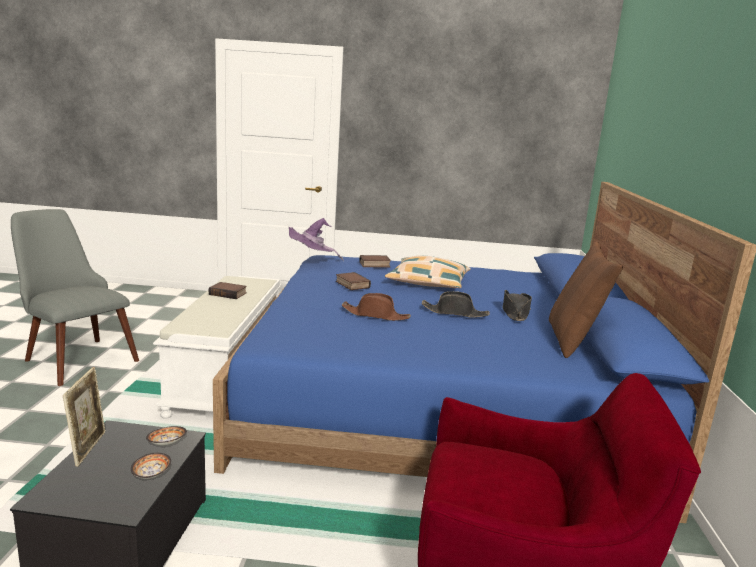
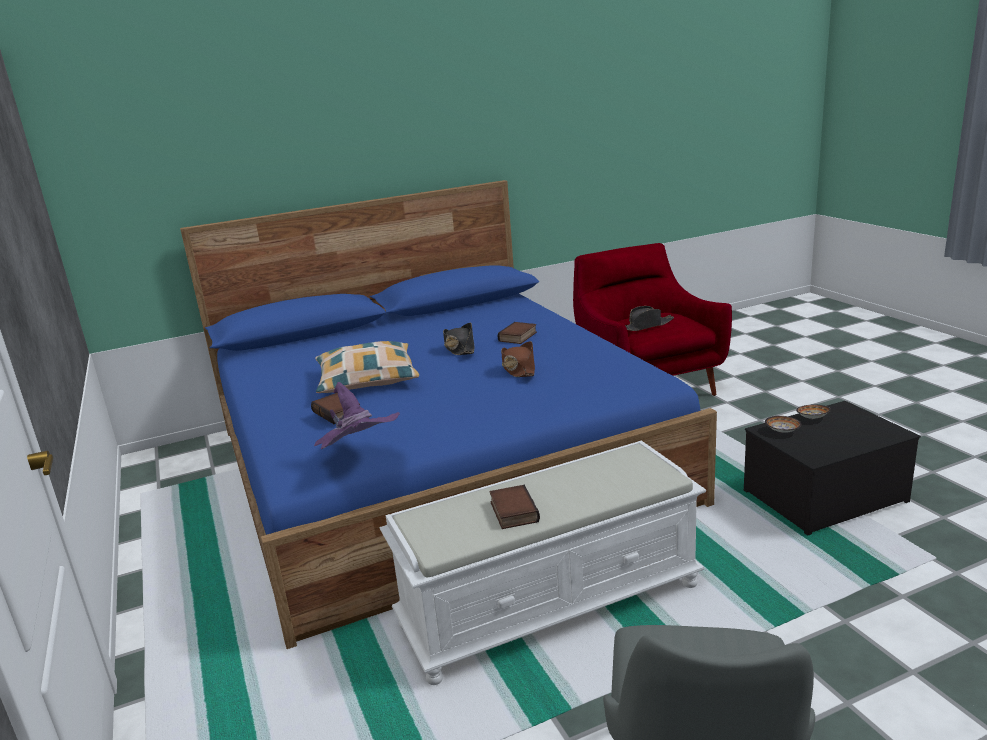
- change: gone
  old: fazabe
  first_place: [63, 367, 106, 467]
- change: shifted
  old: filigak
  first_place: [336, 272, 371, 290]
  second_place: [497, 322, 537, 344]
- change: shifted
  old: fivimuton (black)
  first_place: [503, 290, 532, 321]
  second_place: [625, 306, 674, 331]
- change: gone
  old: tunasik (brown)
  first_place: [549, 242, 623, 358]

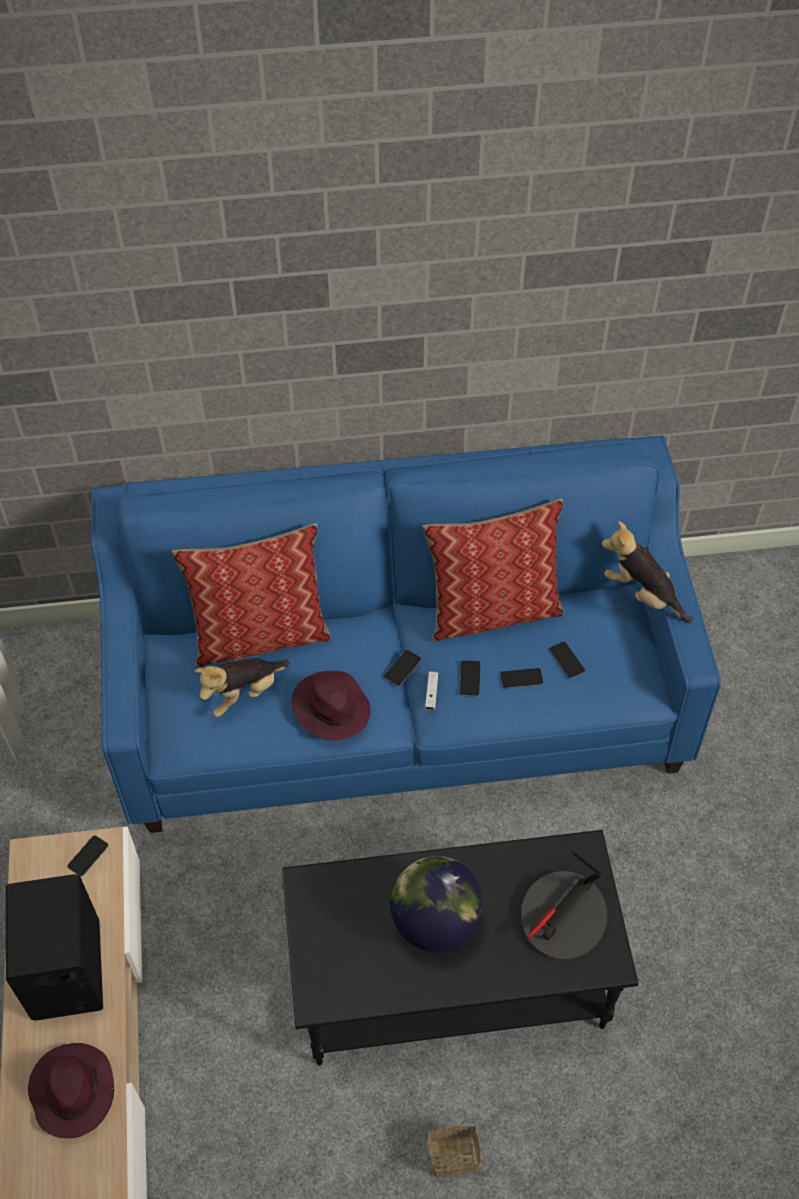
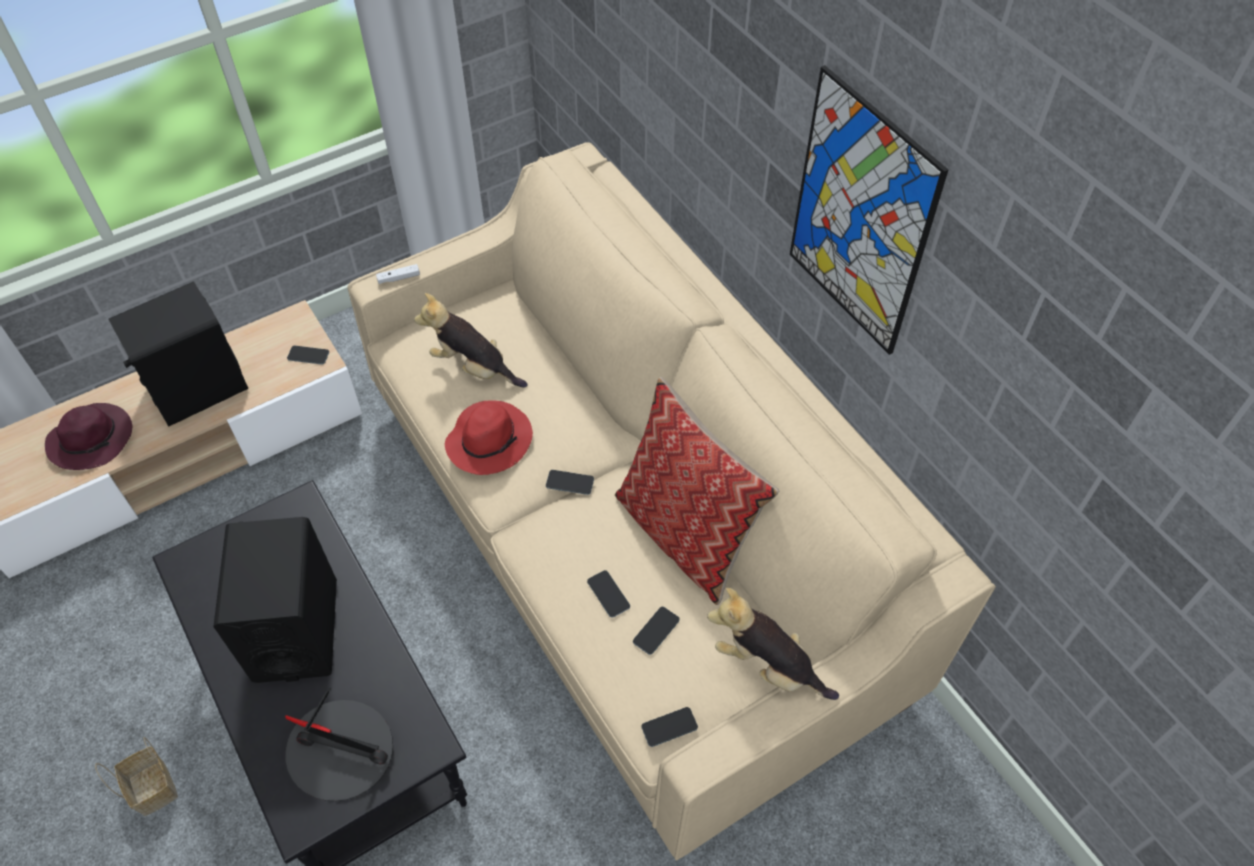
- change: repainted
  old: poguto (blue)
  new: poguto (beige)
  first_place: [91, 436, 721, 833]
  second_place: [347, 142, 996, 861]
- change: gone
  old: tunasik
  first_place: [172, 523, 331, 667]
- change: repainted
  old: fivimuton (purple)
  new: fivimuton (red)
  first_place: [291, 671, 370, 741]
  second_place: [445, 400, 533, 475]
- change: swapped
  old: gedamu
  new: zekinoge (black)
  first_place: [390, 856, 484, 952]
  second_place: [213, 517, 337, 683]
- change: shifted
  old: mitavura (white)
  first_place: [425, 672, 438, 710]
  second_place: [376, 264, 420, 284]
- change: shifted
  old: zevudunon
  first_place: [460, 660, 481, 697]
  second_place: [641, 707, 698, 747]
- change: rotated
  old: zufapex
  first_place: [602, 521, 693, 623]
  second_place: [707, 588, 839, 700]
  degrees: -75
- change: new
  new: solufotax
  second_place: [790, 65, 949, 355]

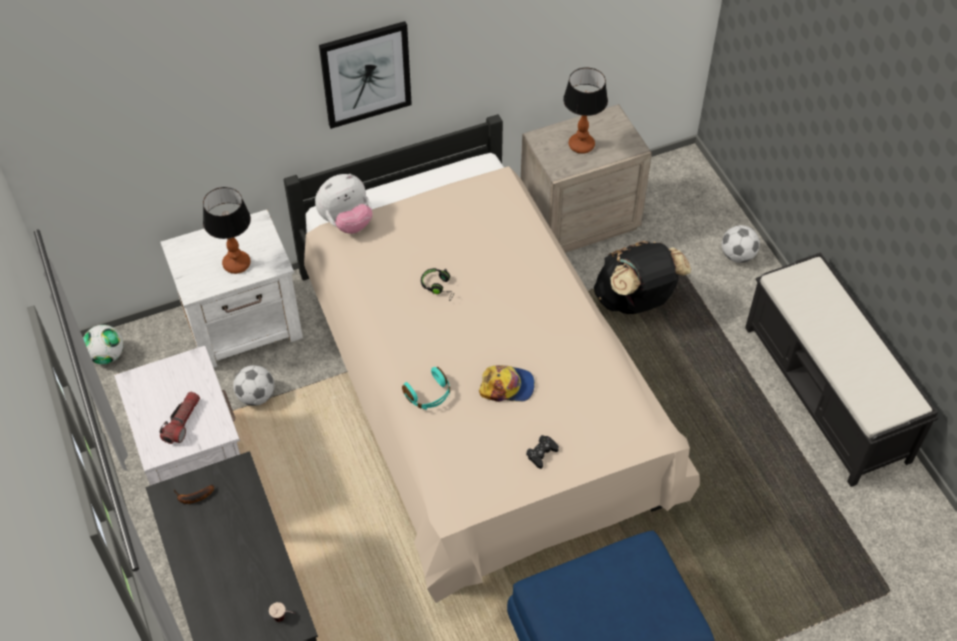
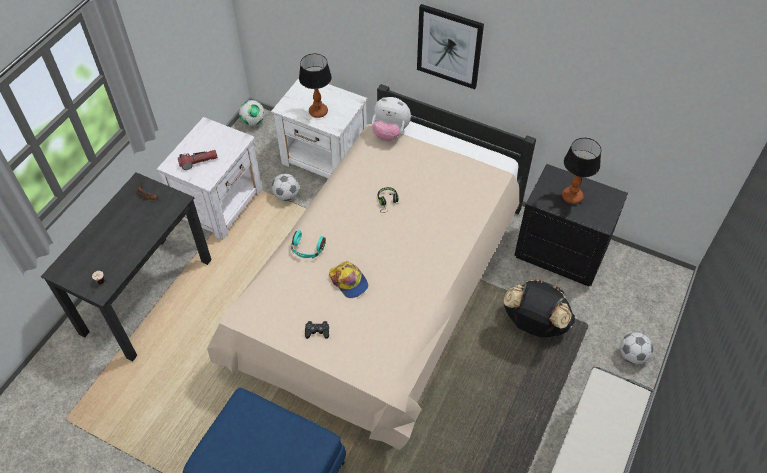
- change: repainted
  old: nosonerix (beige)
  new: nosonerix (black)
  first_place: [521, 104, 652, 253]
  second_place: [514, 164, 628, 286]

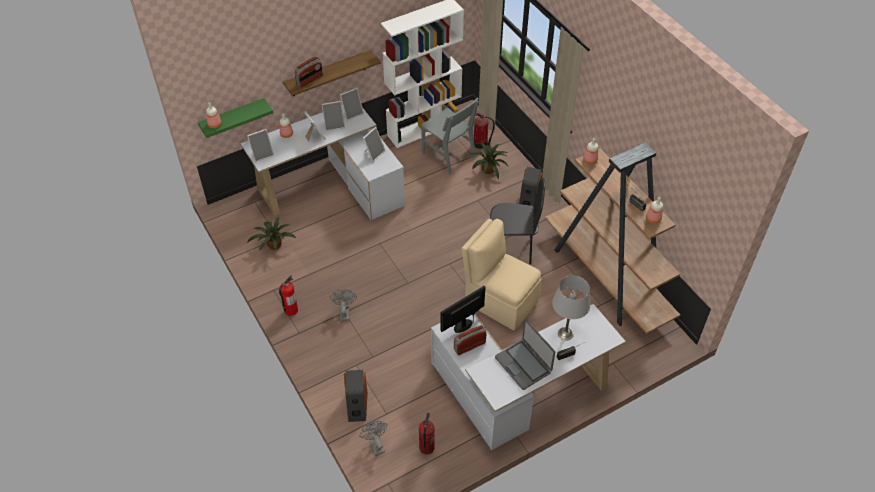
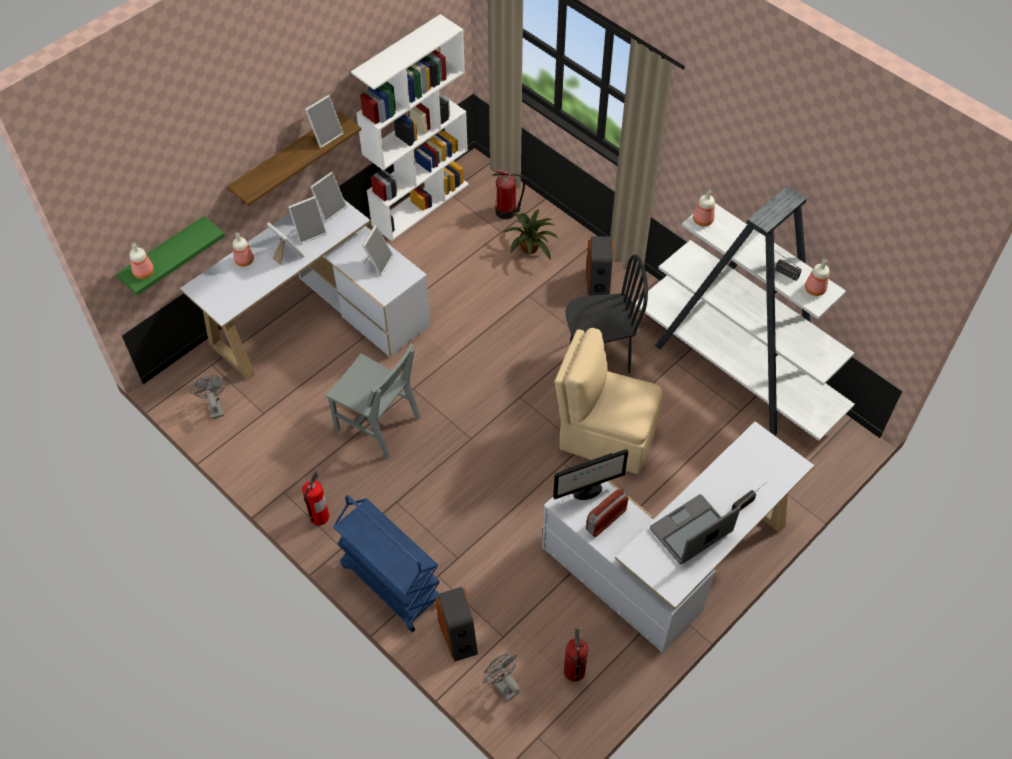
- change: shifted
  old: fazabe
  first_place: [247, 129, 274, 162]
  second_place: [305, 95, 344, 148]
- change: gone
  old: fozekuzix
  first_place: [247, 217, 296, 251]
- change: gone
  old: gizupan
  first_place: [295, 57, 323, 88]
- change: shifted
  old: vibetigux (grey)
  first_place: [330, 289, 357, 321]
  second_place: [190, 375, 227, 419]
- change: shifted
  old: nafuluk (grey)
  first_place: [420, 98, 479, 174]
  second_place: [325, 344, 421, 459]
- change: rotated
  old: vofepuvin
  first_place: [440, 286, 485, 333]
  second_place: [553, 449, 628, 500]
  degrees: -150
- change: rotated
  old: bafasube
  first_place: [495, 319, 555, 390]
  second_place: [650, 494, 741, 564]
  degrees: 105
- change: repainted
  old: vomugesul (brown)
  new: vomugesul (white)
  first_place: [545, 143, 680, 334]
  second_place: [635, 186, 855, 441]
- change: gone
  old: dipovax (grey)
  first_place: [552, 276, 590, 341]
- change: new
  new: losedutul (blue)
  second_place: [333, 495, 440, 632]

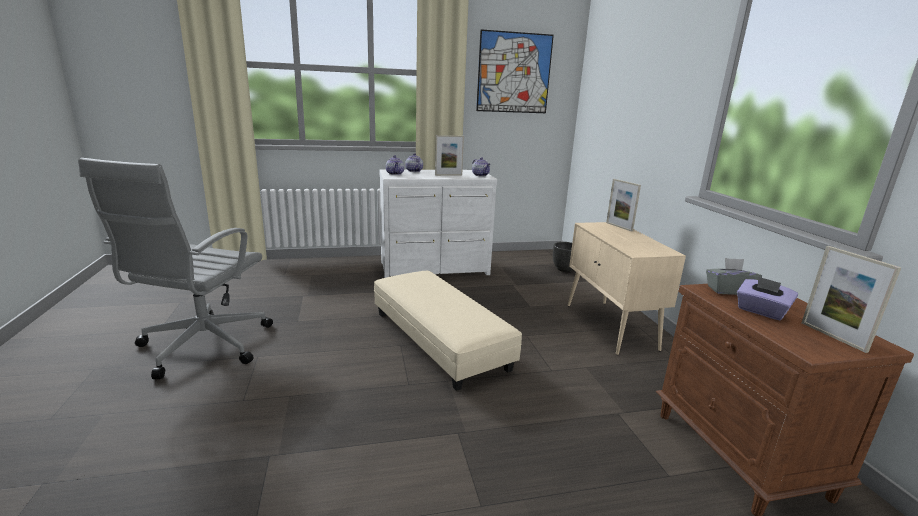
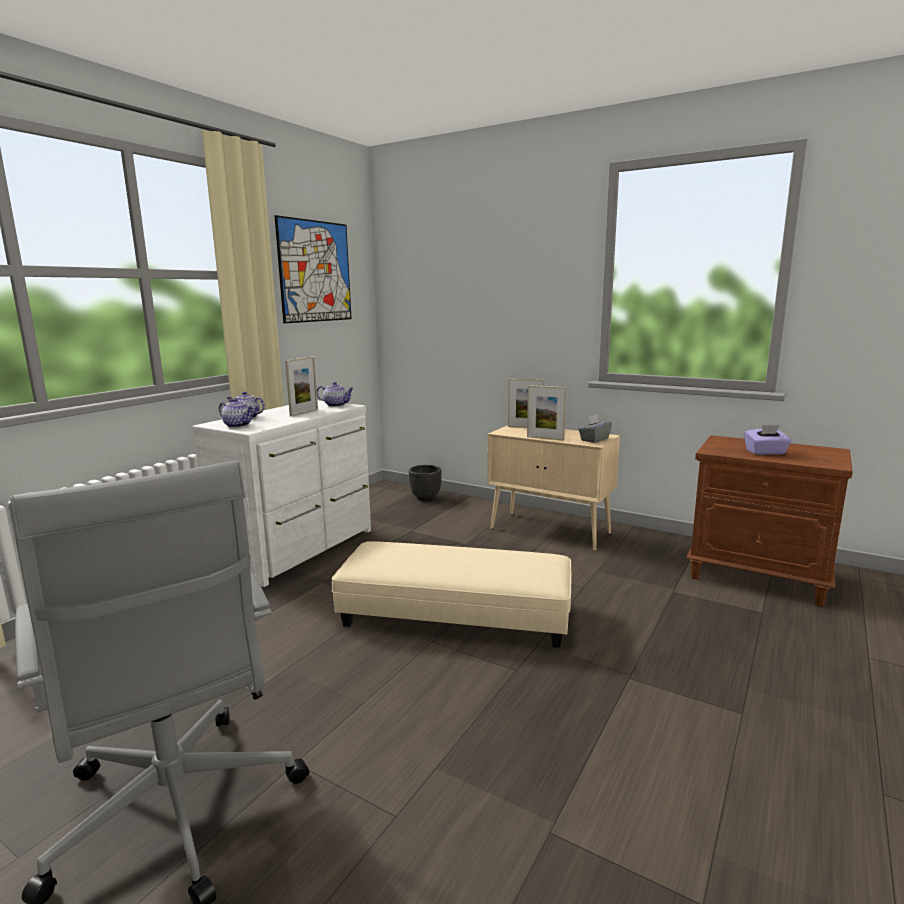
- change: shifted
  old: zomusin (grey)
  first_place: [706, 258, 762, 295]
  second_place: [578, 414, 612, 443]
- change: shifted
  old: fazabe
  first_place: [802, 246, 902, 353]
  second_place: [527, 385, 566, 440]

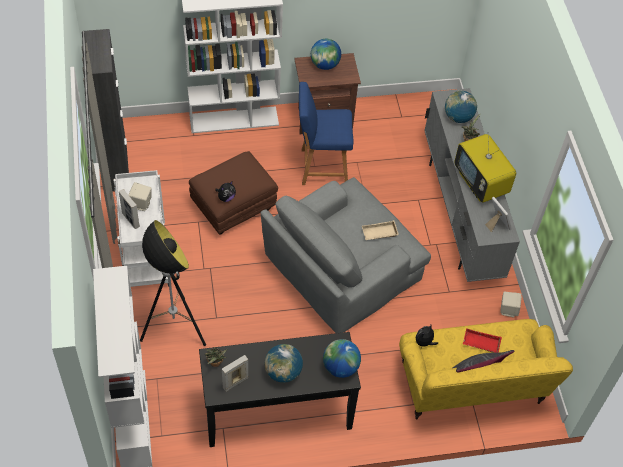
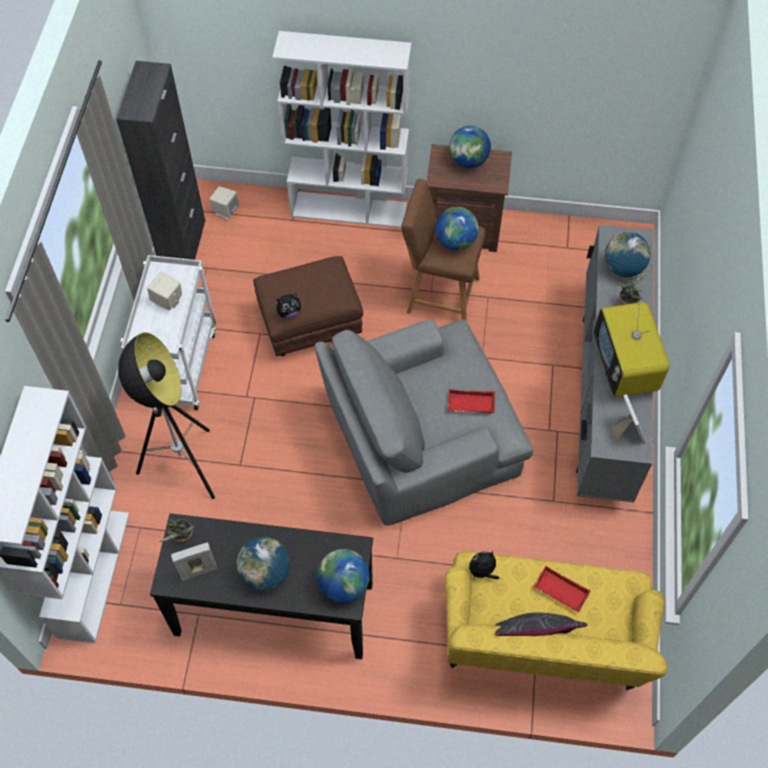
- change: gone
  old: fazabe
  first_place: [119, 189, 140, 229]
- change: repainted
  old: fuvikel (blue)
  new: fuvikel (brown)
  first_place: [299, 82, 354, 185]
  second_place: [401, 179, 485, 321]
- change: repainted
  old: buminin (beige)
  new: buminin (red)
  first_place: [362, 220, 399, 240]
  second_place: [448, 389, 495, 414]
- change: shifted
  old: zekinoge (beige)
  first_place: [500, 292, 522, 317]
  second_place: [209, 186, 240, 220]
- change: new
  new: gedamu
  second_place: [435, 207, 479, 251]

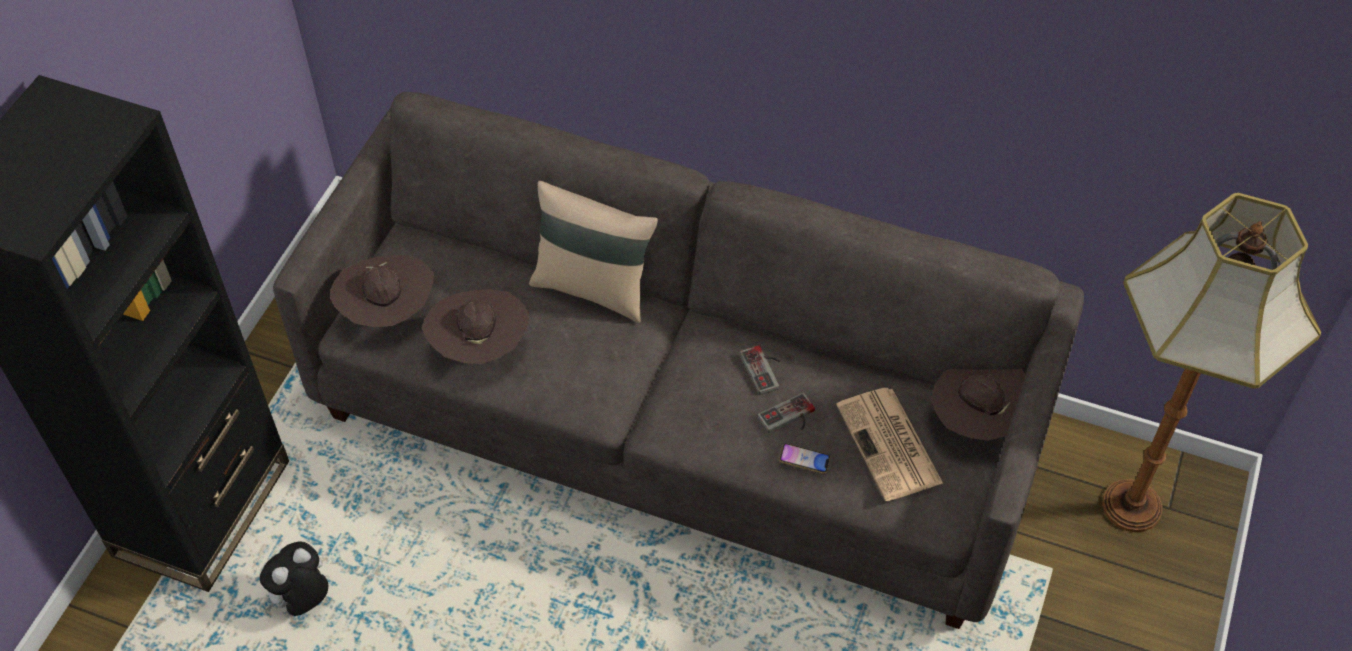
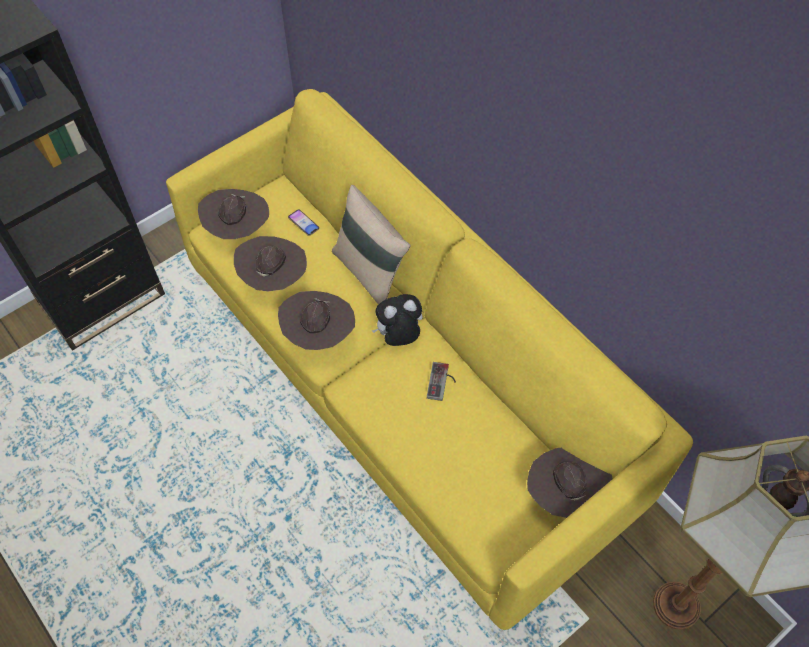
- change: shifted
  old: zufapex
  first_place: [260, 542, 328, 616]
  second_place: [372, 294, 423, 346]
- change: repainted
  old: poguto (grey)
  new: poguto (yellow)
  first_place: [273, 92, 1084, 629]
  second_place: [166, 89, 693, 630]
- change: gone
  old: mitavura
  first_place: [758, 393, 815, 433]
- change: shifted
  old: zevudunon
  first_place: [779, 443, 830, 474]
  second_place: [288, 209, 319, 236]
- change: gone
  old: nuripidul
  first_place: [836, 388, 943, 501]
- change: new
  new: fivimuton (brown)
  second_place: [278, 291, 355, 350]

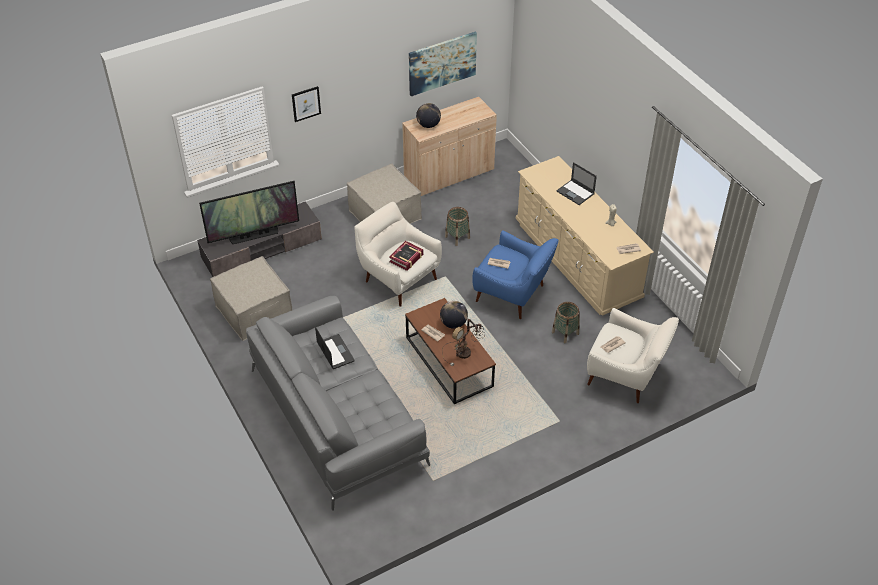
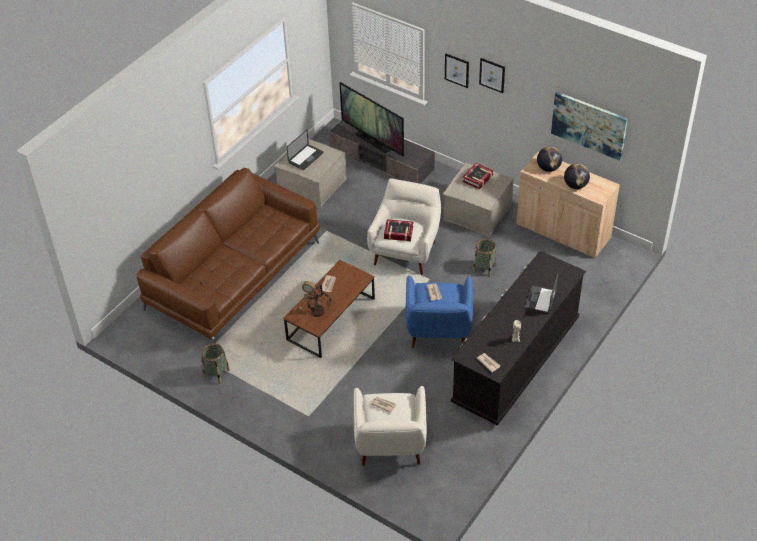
- change: repainted
  old: poguto (grey)
  new: poguto (brown)
  first_place: [246, 296, 430, 510]
  second_place: [137, 168, 320, 343]
- change: shifted
  old: bafasube
  first_place: [315, 326, 355, 369]
  second_place: [287, 130, 324, 170]
- change: shifted
  old: gedamu
  first_place: [440, 301, 468, 329]
  second_place: [564, 164, 590, 189]
- change: repainted
  old: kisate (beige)
  new: kisate (black)
  first_place: [516, 156, 654, 316]
  second_place: [451, 251, 586, 425]
- change: shifted
  old: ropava
  first_place: [552, 302, 580, 343]
  second_place: [201, 343, 230, 384]
- change: new
  new: filigak
  second_place: [462, 163, 493, 190]
- change: new
  new: solufotax
  second_place: [479, 58, 505, 93]

